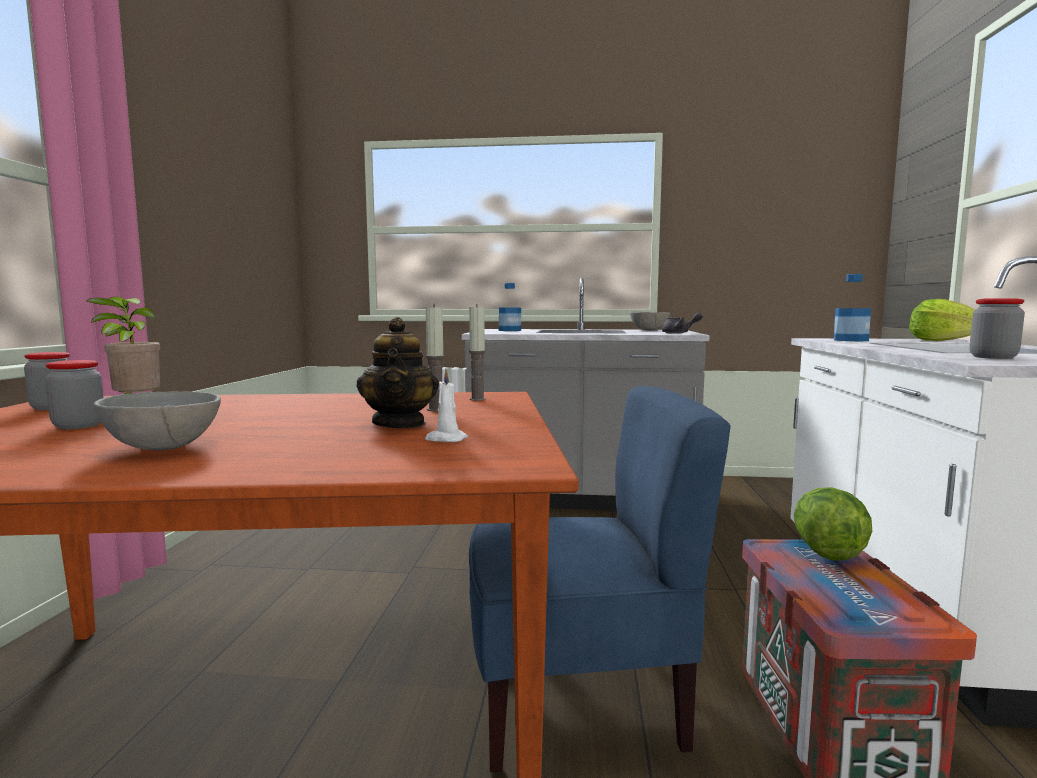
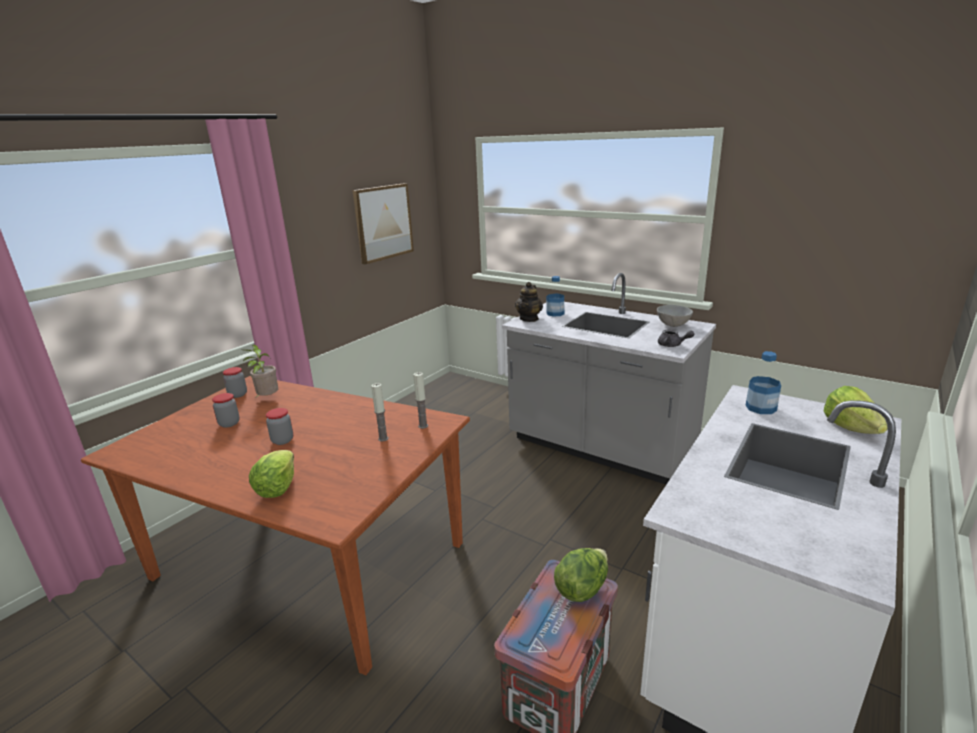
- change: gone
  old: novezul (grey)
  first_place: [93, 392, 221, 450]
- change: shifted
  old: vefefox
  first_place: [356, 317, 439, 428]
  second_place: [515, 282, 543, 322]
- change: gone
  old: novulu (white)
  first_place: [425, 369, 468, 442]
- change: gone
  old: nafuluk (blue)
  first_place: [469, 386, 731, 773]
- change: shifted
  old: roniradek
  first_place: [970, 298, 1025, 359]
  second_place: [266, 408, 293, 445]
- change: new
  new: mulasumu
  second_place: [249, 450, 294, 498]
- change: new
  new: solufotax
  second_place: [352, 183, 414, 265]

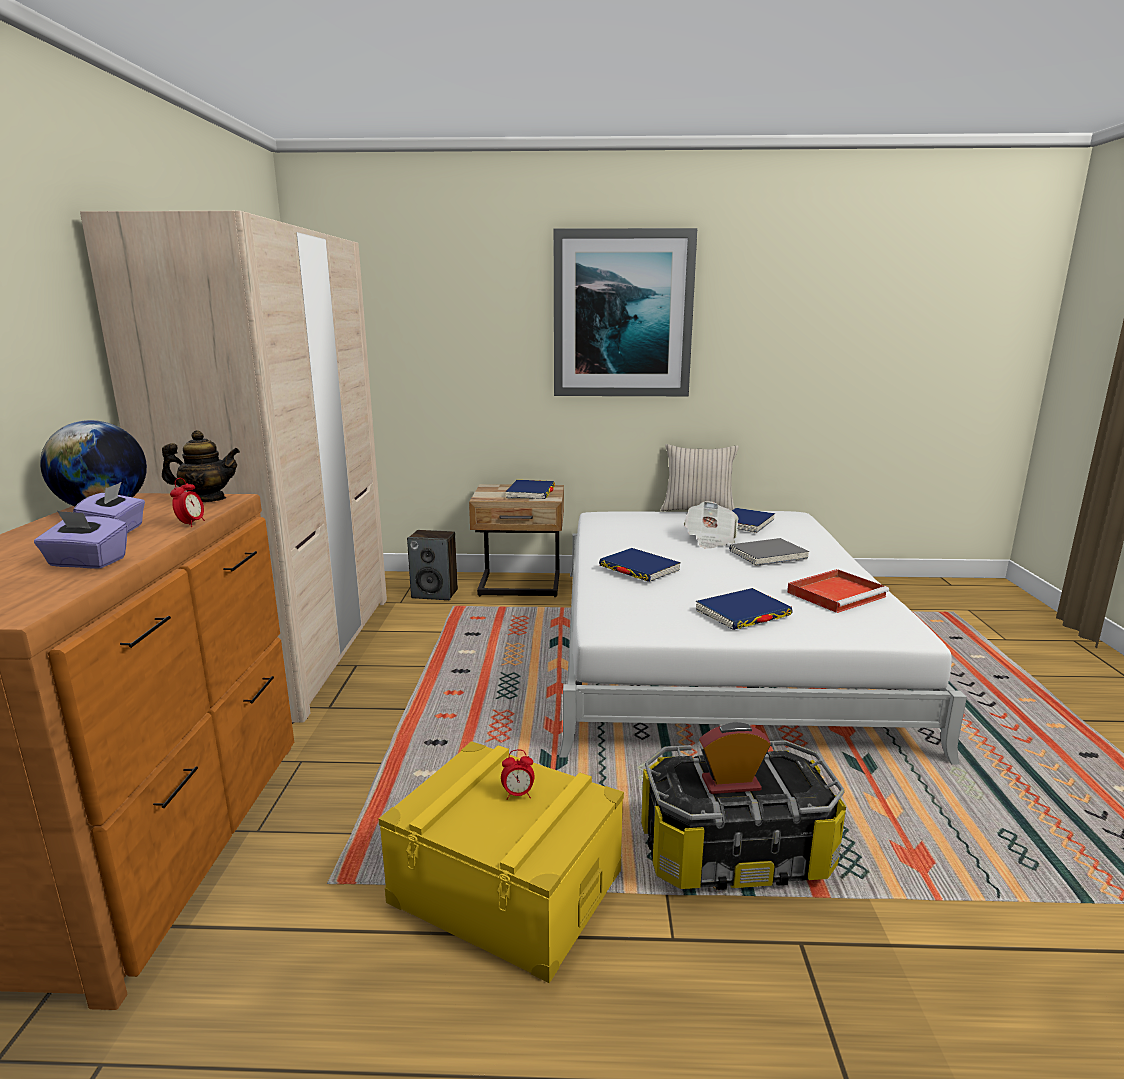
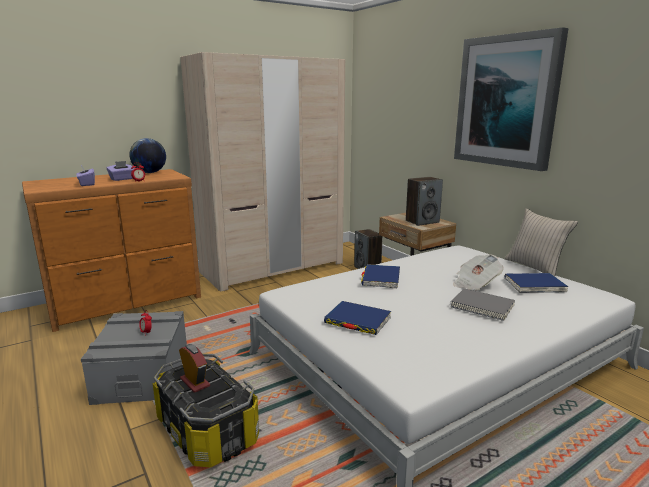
- change: gone
  old: vefefox
  first_place: [162, 430, 240, 502]
- change: repainted
  old: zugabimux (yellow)
  new: zugabimux (grey)
  first_place: [379, 741, 624, 983]
  second_place: [81, 311, 187, 405]
- change: swapped
  old: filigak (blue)
  new: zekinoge
  first_place: [506, 480, 555, 499]
  second_place: [406, 177, 443, 226]
- change: gone
  old: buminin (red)
  first_place: [787, 569, 889, 613]

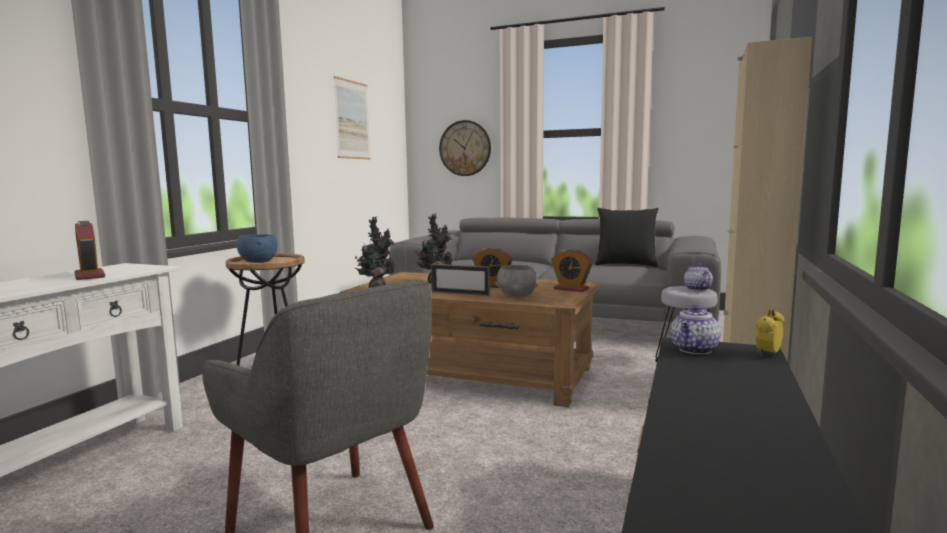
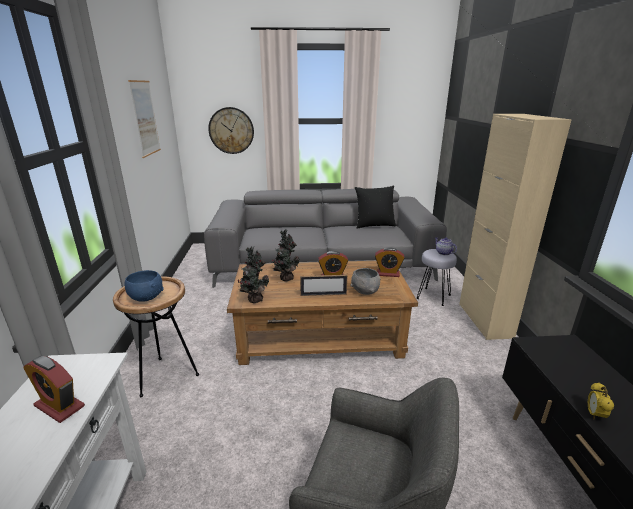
- change: gone
  old: vefefox
  first_place: [671, 305, 721, 354]
- change: shifted
  old: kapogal
  first_place: [756, 308, 784, 356]
  second_place: [587, 382, 614, 420]

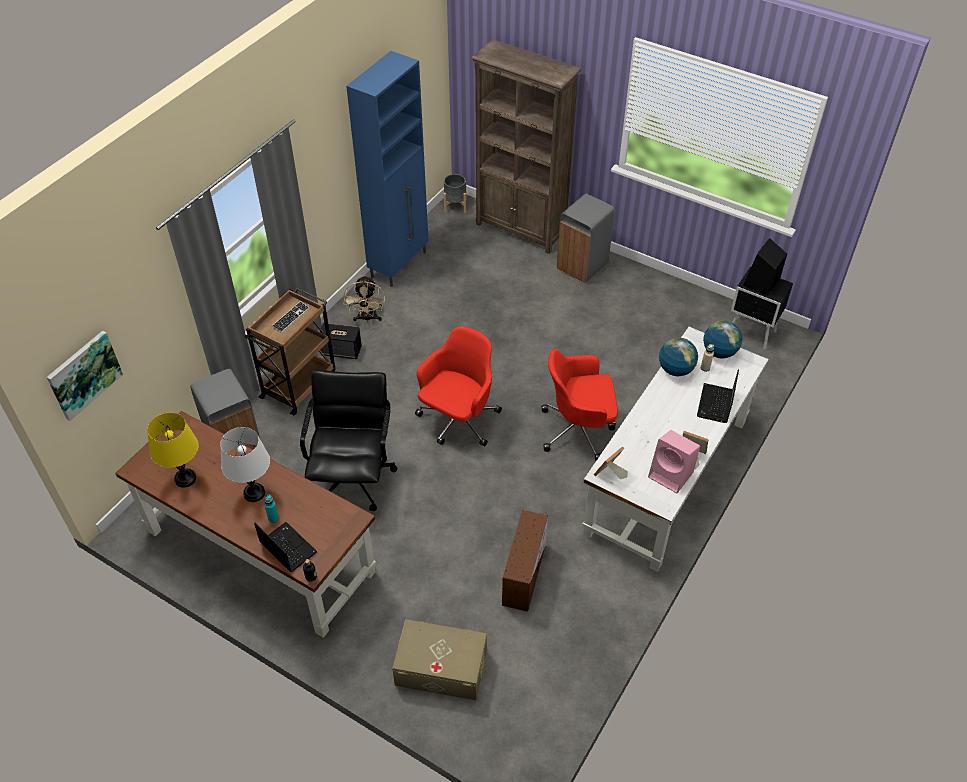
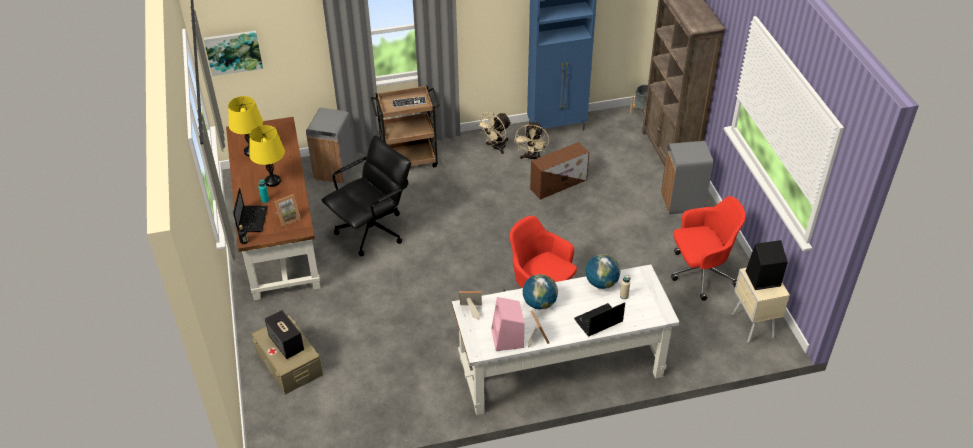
- change: repainted
  old: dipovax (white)
  new: dipovax (yellow)
  first_place: [220, 427, 270, 502]
  second_place: [249, 125, 285, 187]
- change: shifted
  old: zekinoge
  first_place: [320, 323, 362, 359]
  second_place: [265, 310, 304, 359]
- change: shifted
  old: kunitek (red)
  first_place: [415, 327, 502, 447]
  second_place: [671, 196, 746, 301]
- change: shifted
  old: zugabimux (brown)
  first_place: [502, 510, 548, 612]
  second_place: [530, 142, 589, 199]
- change: shifted
  old: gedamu
  first_place: [703, 320, 742, 359]
  second_place: [523, 274, 558, 310]
- change: repainted
  old: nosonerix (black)
  new: nosonerix (beige)
  first_place: [731, 267, 793, 350]
  second_place: [732, 268, 790, 343]
- change: new
  new: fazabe
  second_place: [274, 194, 301, 227]
- change: new
  new: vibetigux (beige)
  second_place: [514, 121, 549, 161]

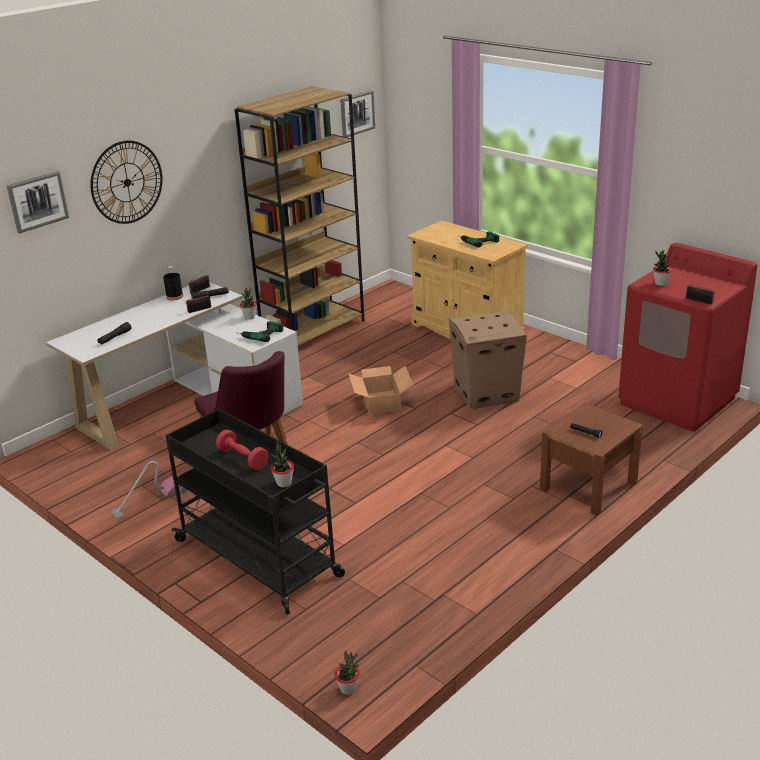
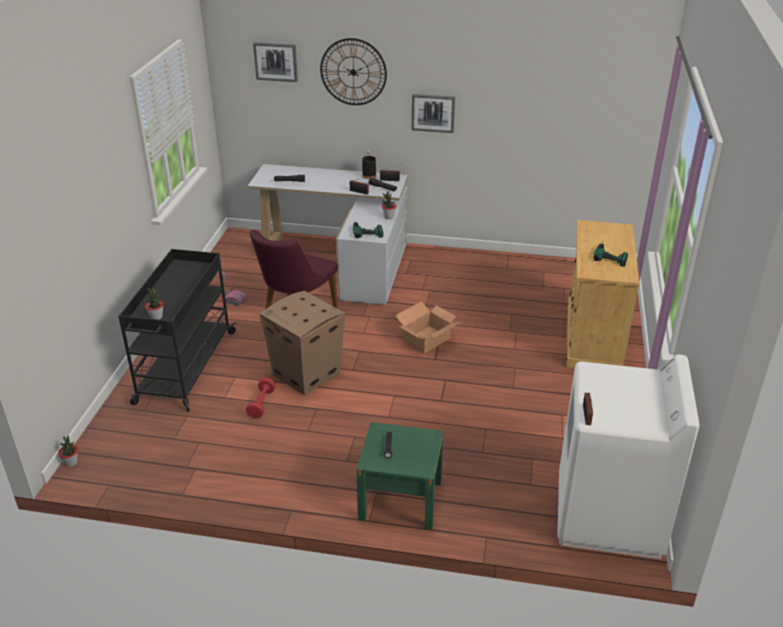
- change: shifted
  old: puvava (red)
  first_place: [216, 429, 269, 470]
  second_place: [246, 378, 276, 418]
- change: gone
  old: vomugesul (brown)
  first_place: [234, 86, 365, 346]
- change: shifted
  old: solufotax
  first_place: [340, 90, 375, 137]
  second_place: [412, 94, 455, 133]
- change: shifted
  old: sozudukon
  first_place: [449, 311, 527, 409]
  second_place: [260, 290, 345, 395]
- change: repainted
  old: nosonerix (brown)
  new: nosonerix (green)
  first_place: [540, 403, 643, 516]
  second_place: [356, 422, 444, 530]
- change: repainted
  old: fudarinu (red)
  new: fudarinu (white)
  first_place: [618, 243, 757, 432]
  second_place: [557, 354, 699, 559]
- change: gone
  old: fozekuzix
  first_place: [653, 250, 672, 286]

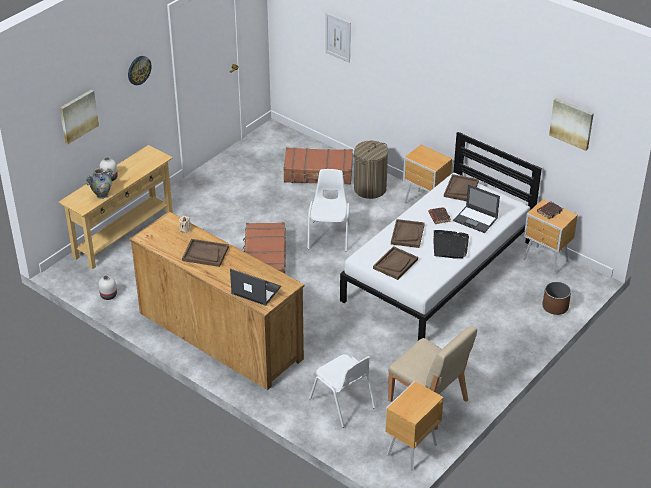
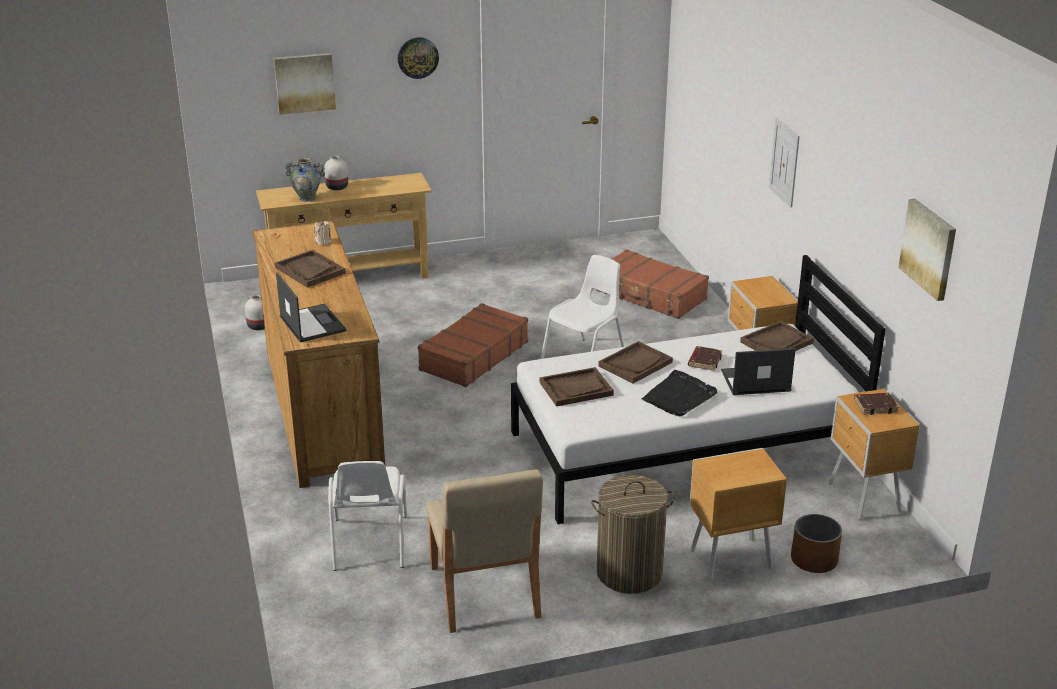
- change: shifted
  old: solufotax
  first_place: [325, 13, 351, 63]
  second_place: [769, 118, 800, 207]
- change: shifted
  old: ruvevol
  first_place: [354, 141, 388, 199]
  second_place: [591, 475, 675, 594]
- change: shifted
  old: nosonerix (brown)
  first_place: [385, 381, 444, 470]
  second_place: [690, 448, 787, 580]
- change: rotated
  old: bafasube
  first_place: [453, 184, 500, 233]
  second_place: [721, 348, 796, 395]
  degrees: 105

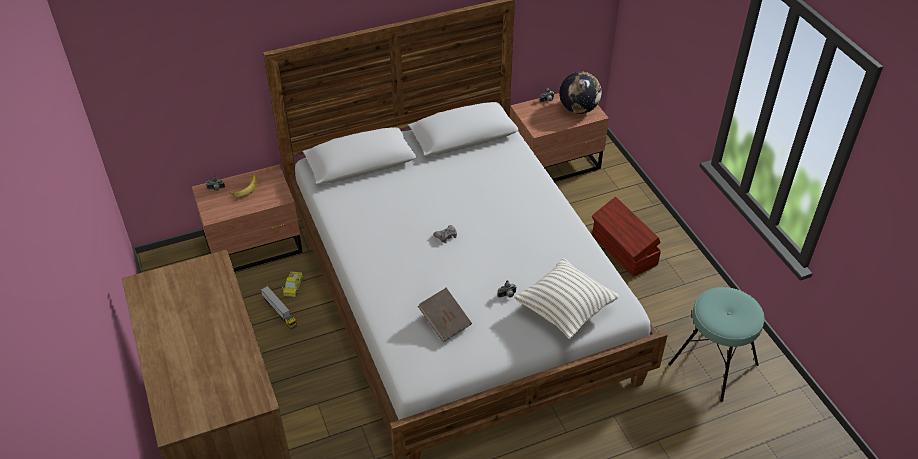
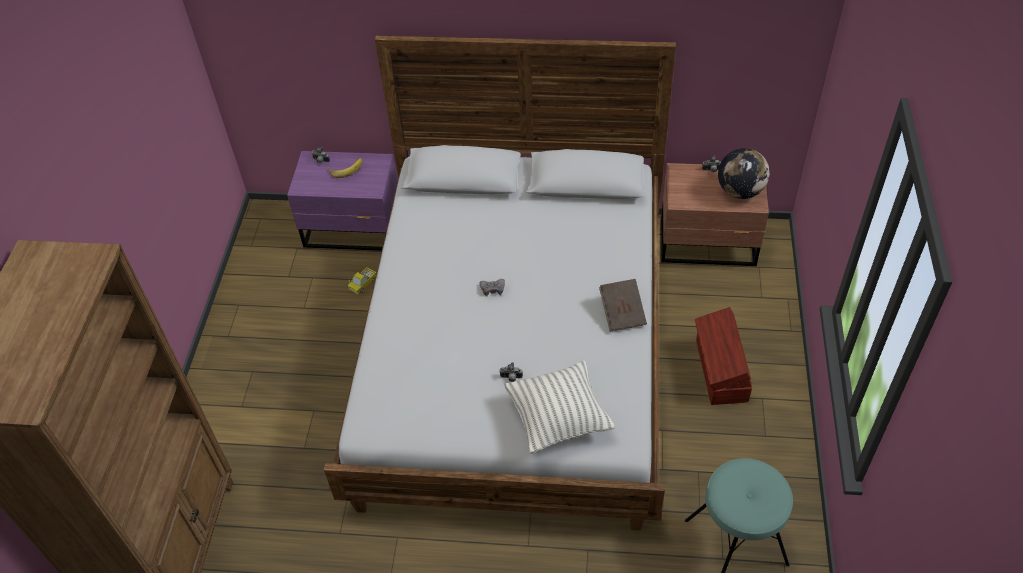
- change: repainted
  old: nosonerix (brown)
  new: nosonerix (purple)
  first_place: [192, 164, 303, 272]
  second_place: [287, 151, 398, 251]
- change: gone
  old: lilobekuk
  first_place: [261, 286, 297, 329]
- change: shifted
  old: filigak (brown)
  first_place: [418, 288, 472, 342]
  second_place: [599, 279, 647, 332]

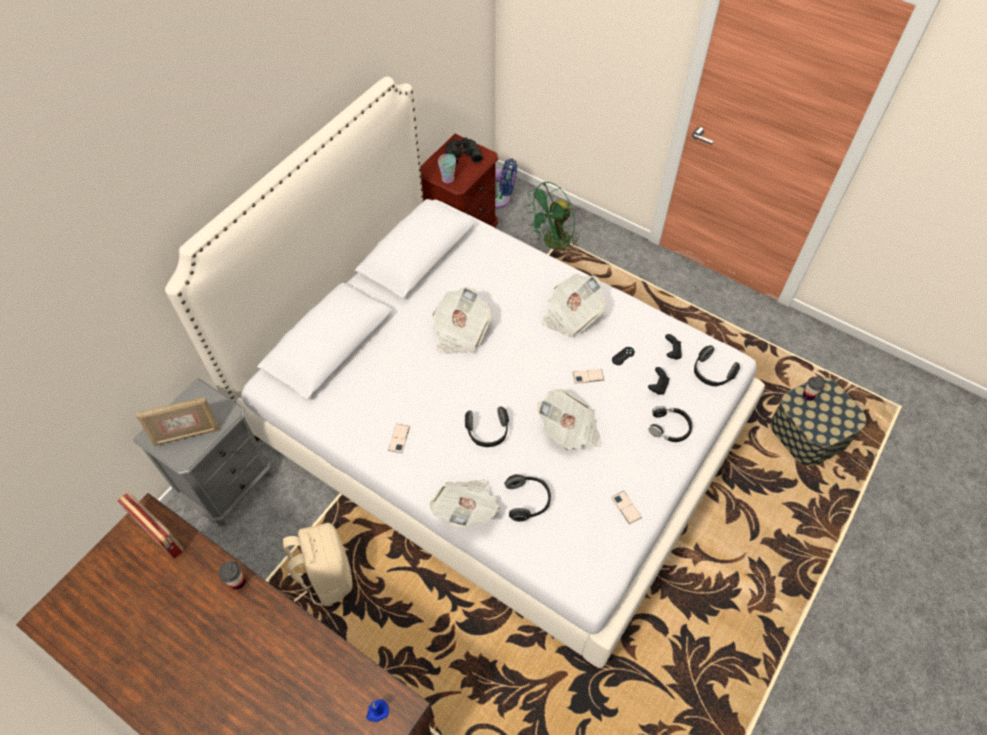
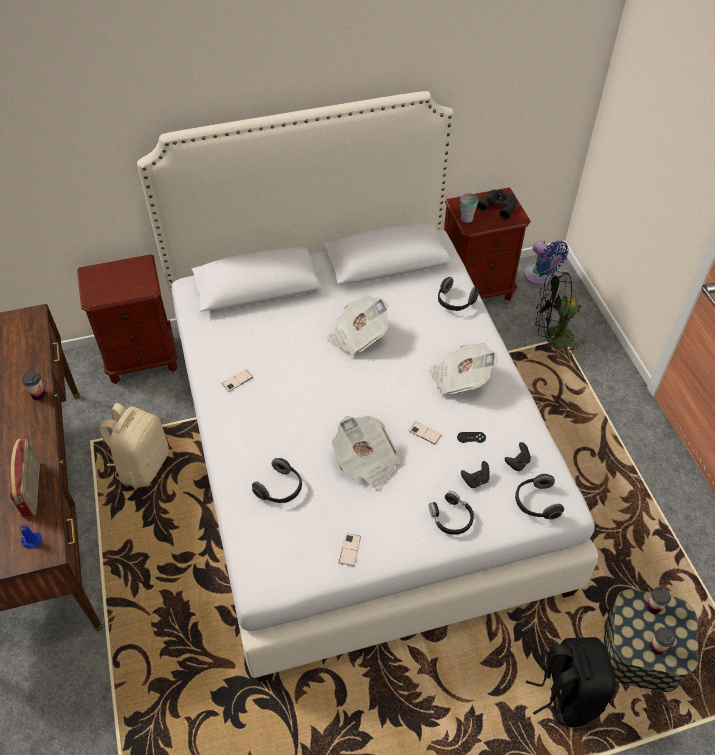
- change: shifted
  old: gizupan
  first_place: [117, 492, 184, 559]
  second_place: [9, 439, 40, 517]
- change: repainted
  old: nosonerix (grey)
  new: nosonerix (brown)
  first_place: [133, 378, 272, 526]
  second_place: [77, 254, 178, 384]
- change: gone
  old: fazabe
  first_place: [136, 397, 220, 446]
- change: gone
  old: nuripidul
  first_place: [430, 479, 500, 527]
- change: shifted
  old: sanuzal
  first_place: [465, 406, 509, 447]
  second_place: [438, 277, 479, 311]
- change: repainted
  old: vibetigux (green)
  new: vibetigux (black)
  first_place: [525, 182, 580, 254]
  second_place: [535, 271, 584, 355]
- change: new
  new: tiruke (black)
  second_place: [526, 637, 616, 727]
- change: new
  new: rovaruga
  second_place: [650, 627, 675, 655]

